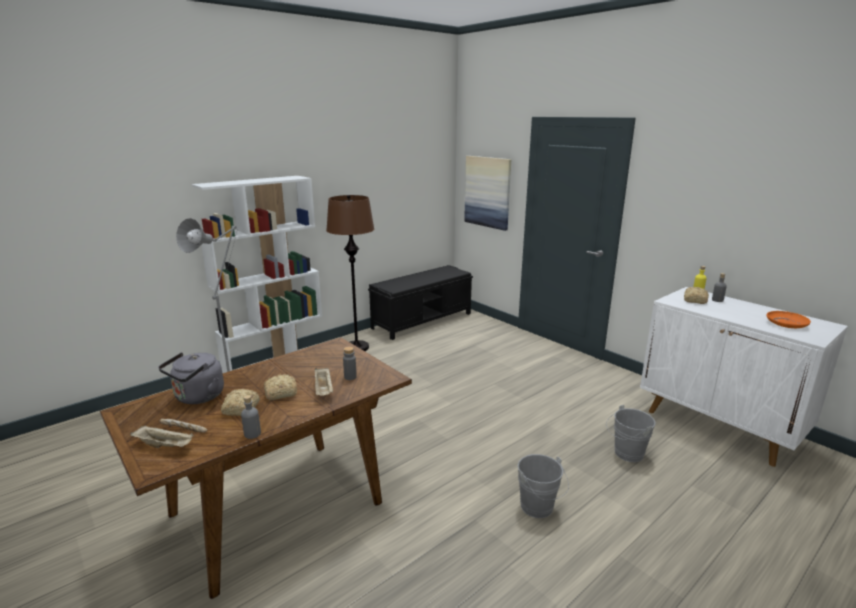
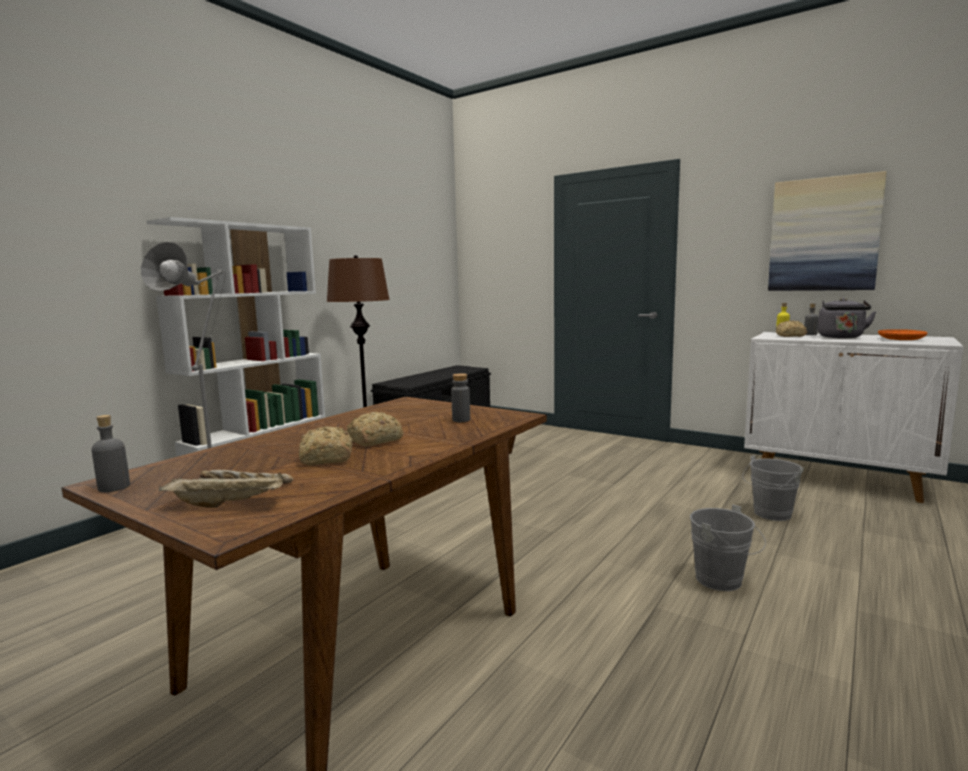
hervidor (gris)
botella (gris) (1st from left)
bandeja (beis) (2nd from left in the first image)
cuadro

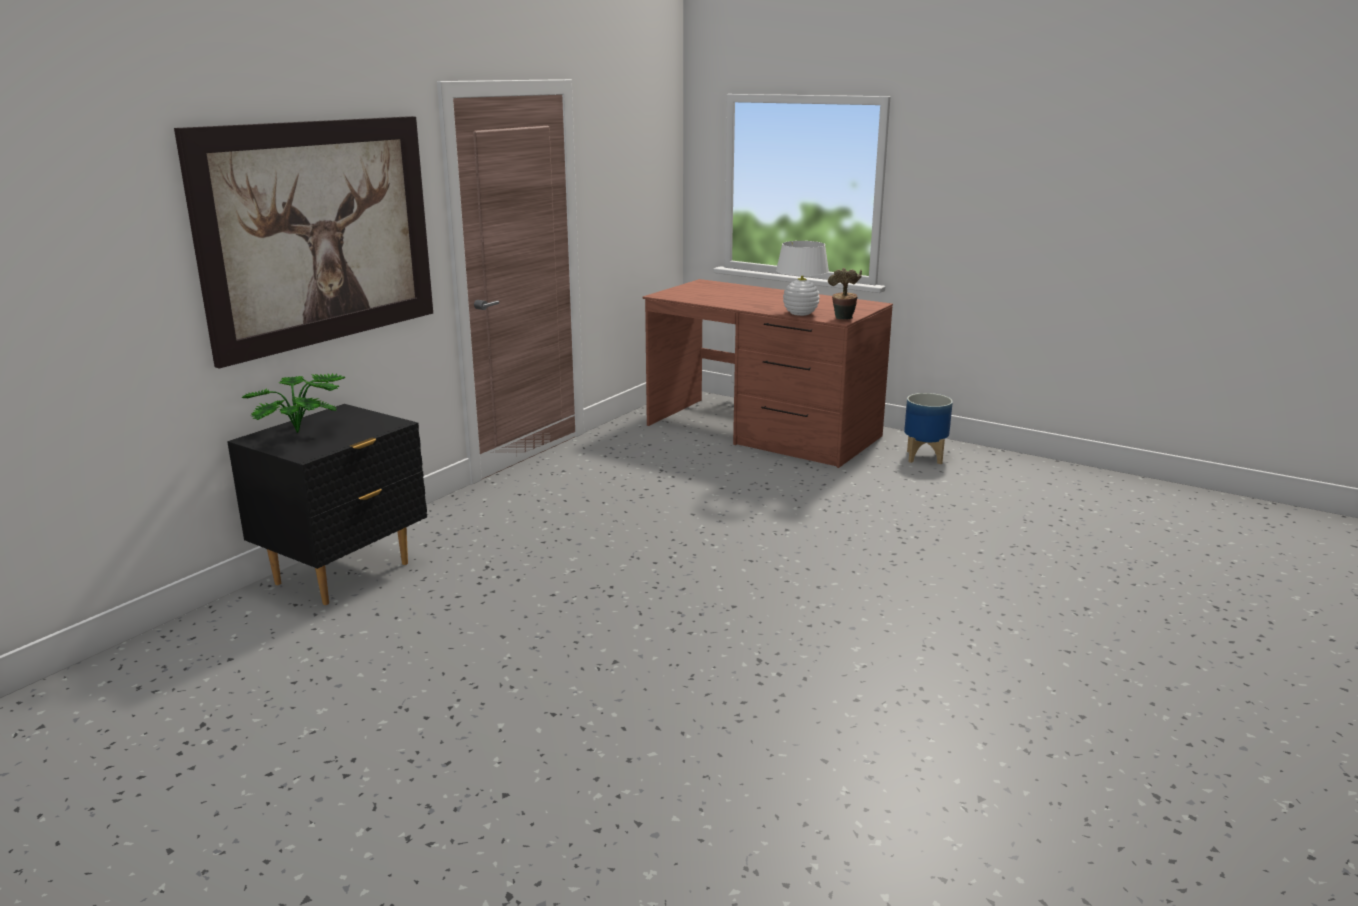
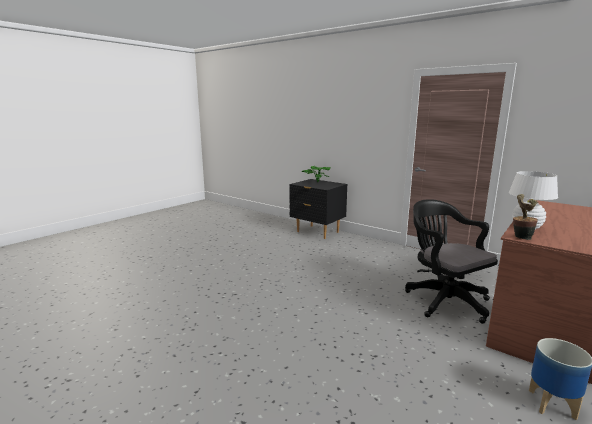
cuadro
silla de oficina (negro)

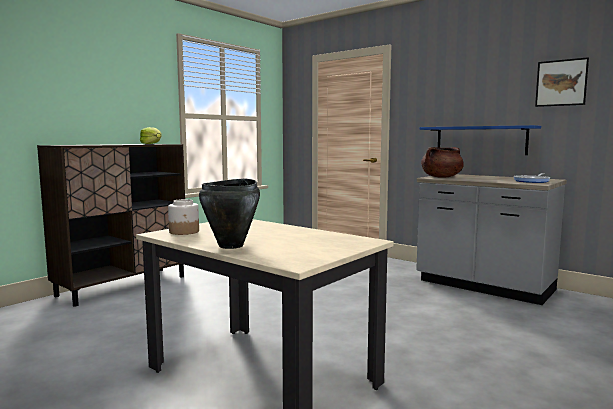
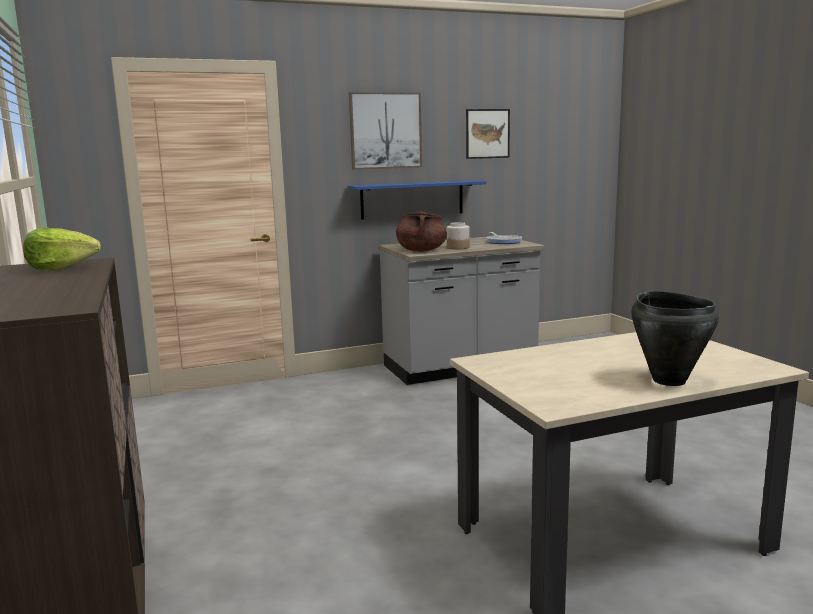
tarro
cuadro (1st from left)

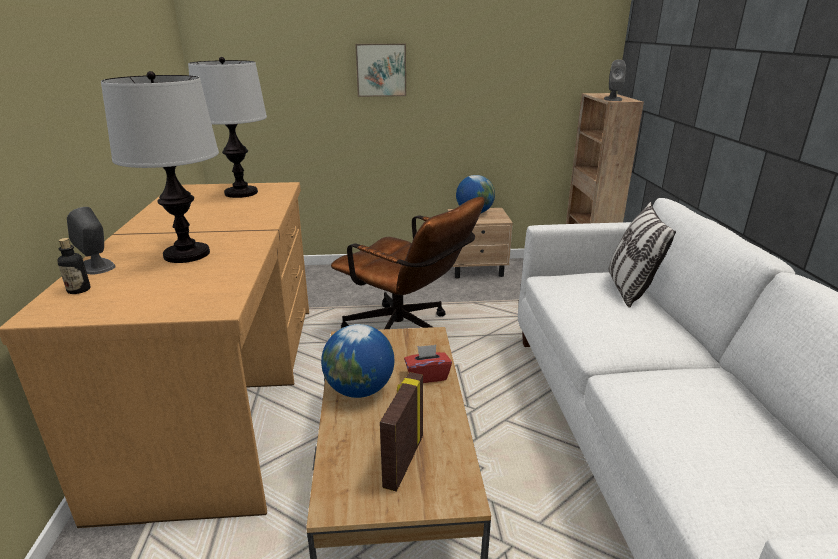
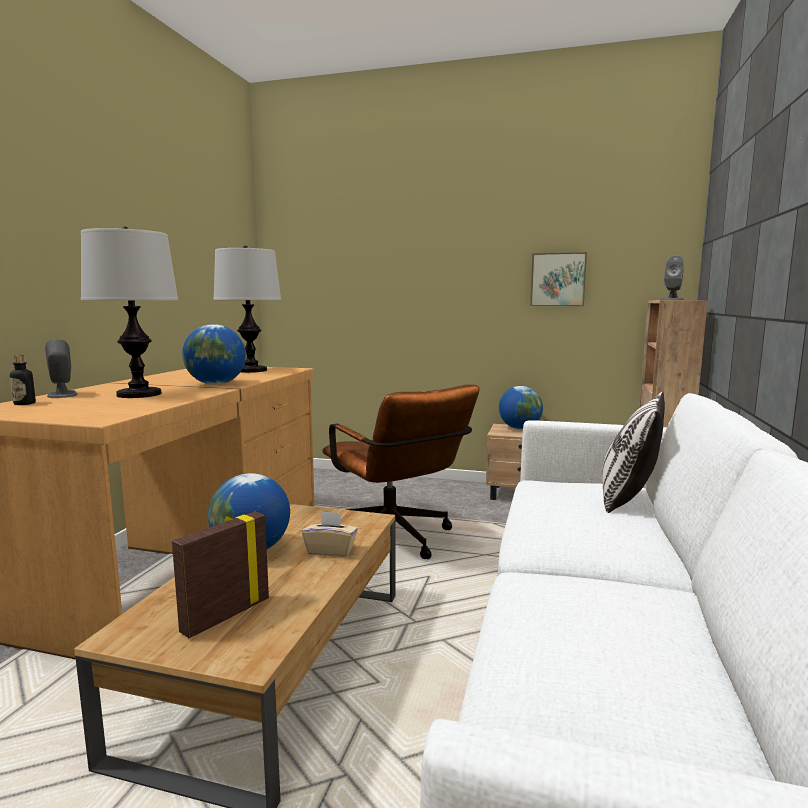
cuadro
caja de pañuelos (beis)
globo terráqueo (1st from left)

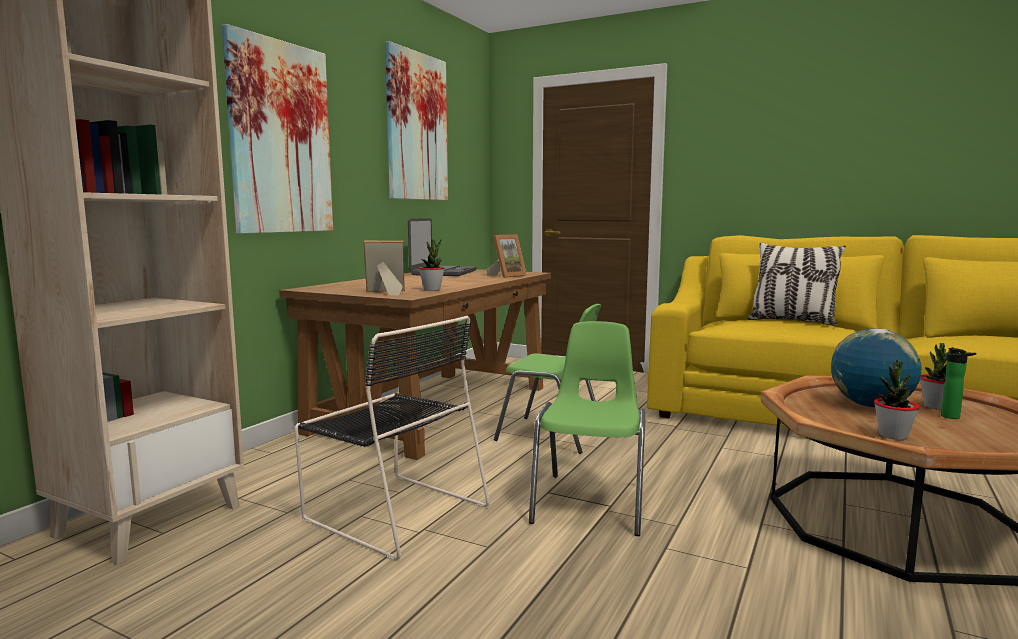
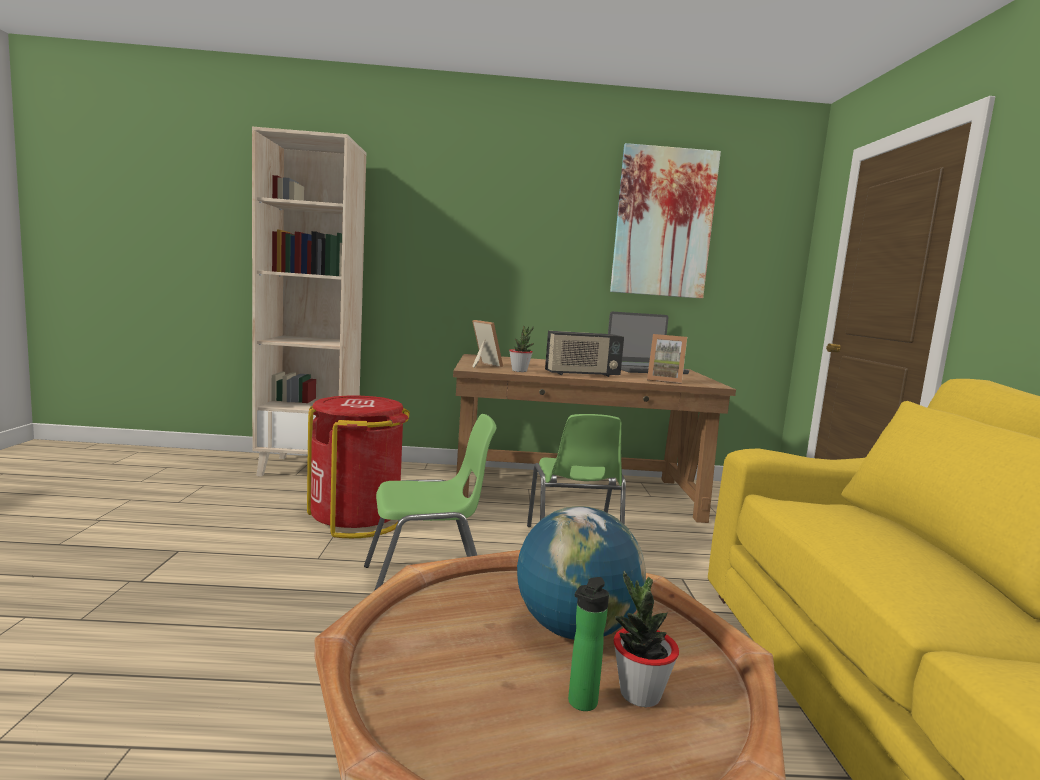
cuadro (1st from left in the first image)
papelera (rojo)
cojín
planta en maceta (2nd from left in the first image)
radio

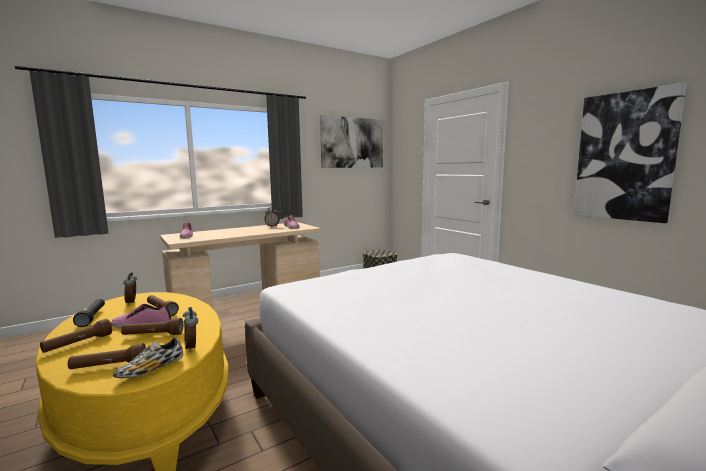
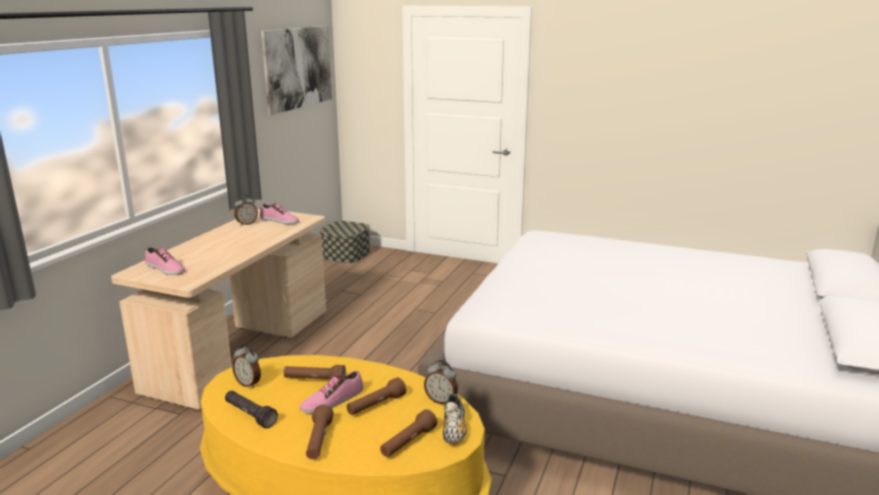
cuadro (2nd from left in the first image)

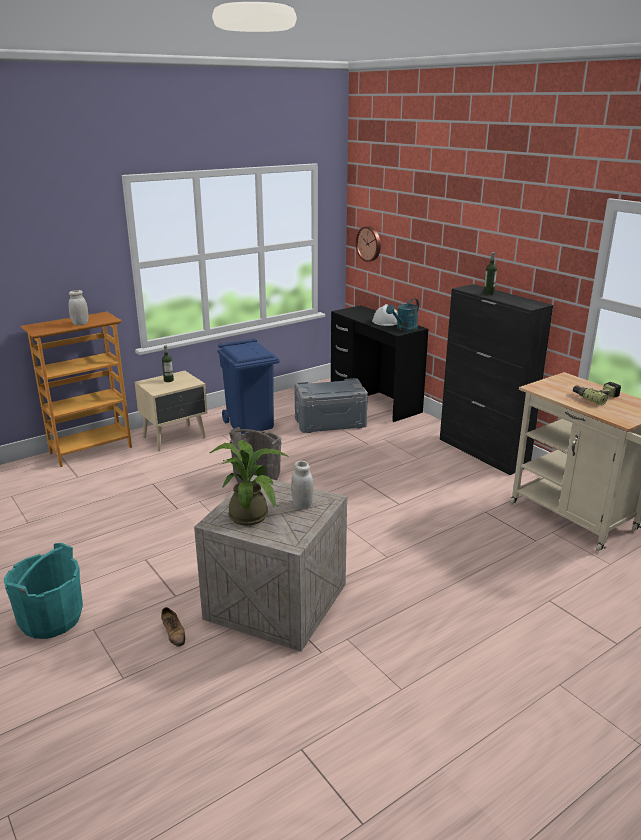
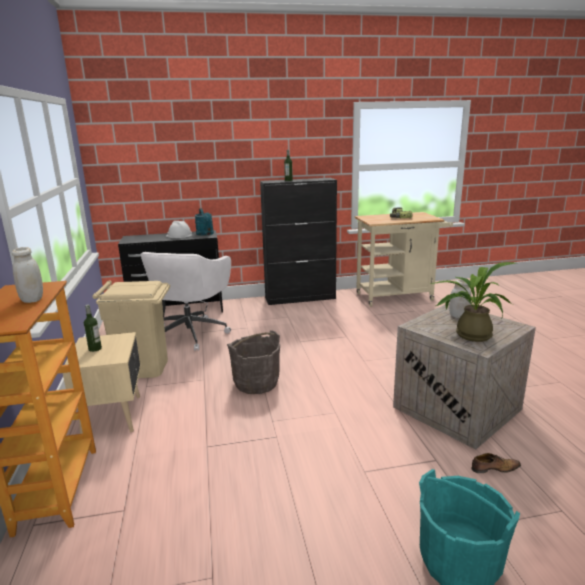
papelera (beis)
silla de oficina (blanco)
reloj de pared

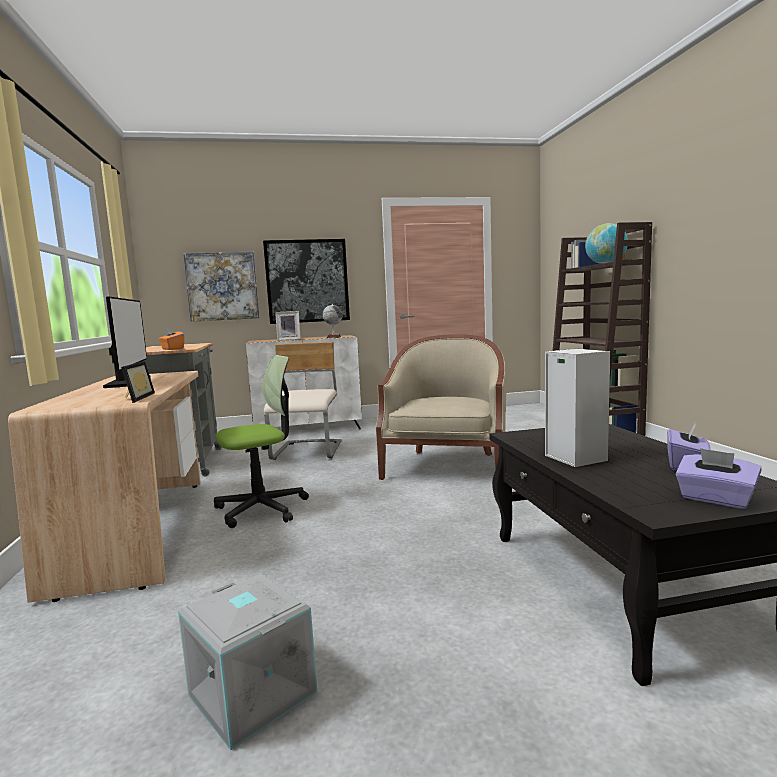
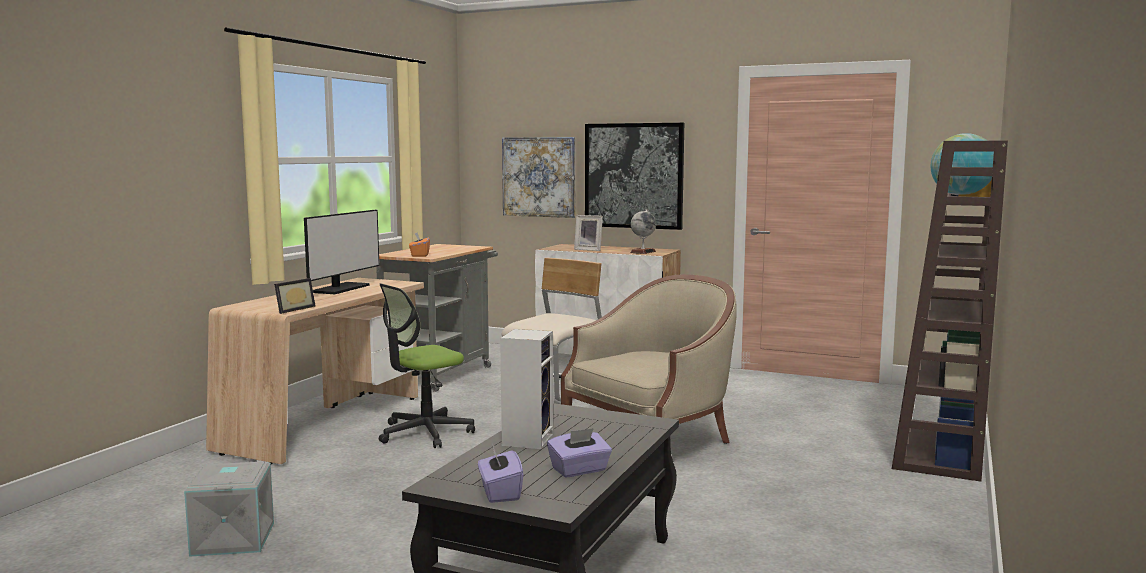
silla de oficina

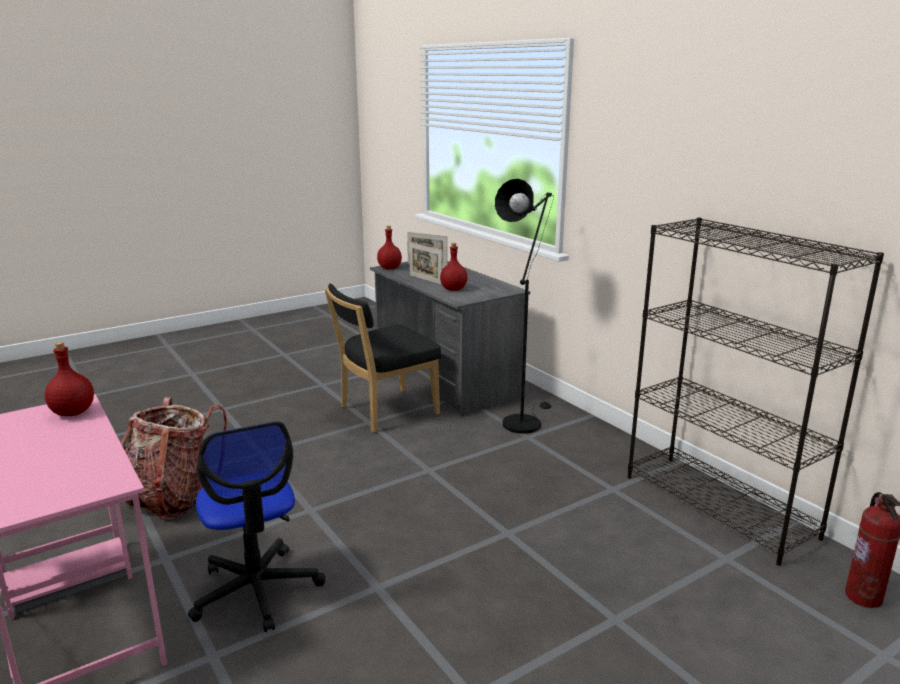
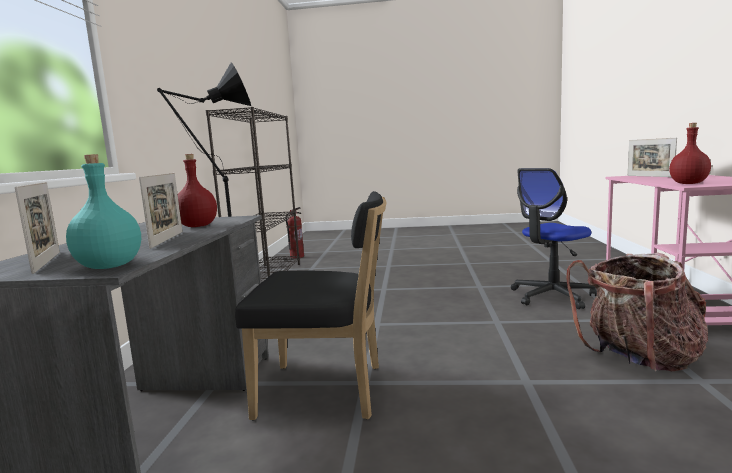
silla de oficina
botella (turquesa)
portarretratos (3rd from left)

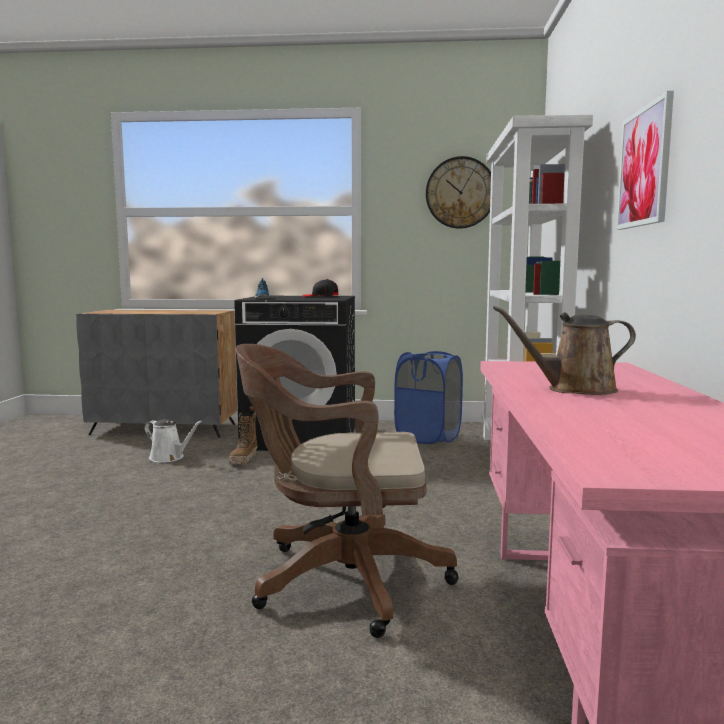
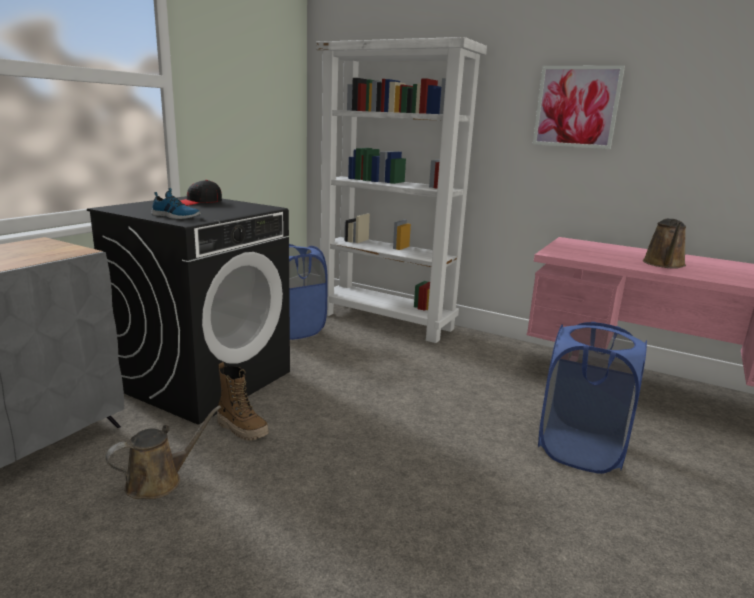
regadera (marrón) (1st from left)
cesto de la ropa (azul) (2nd from left)
reloj de pared

